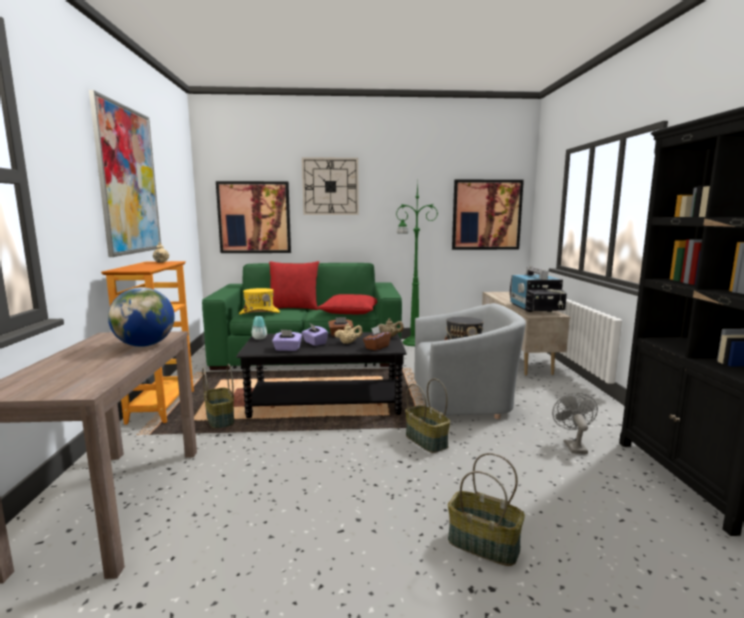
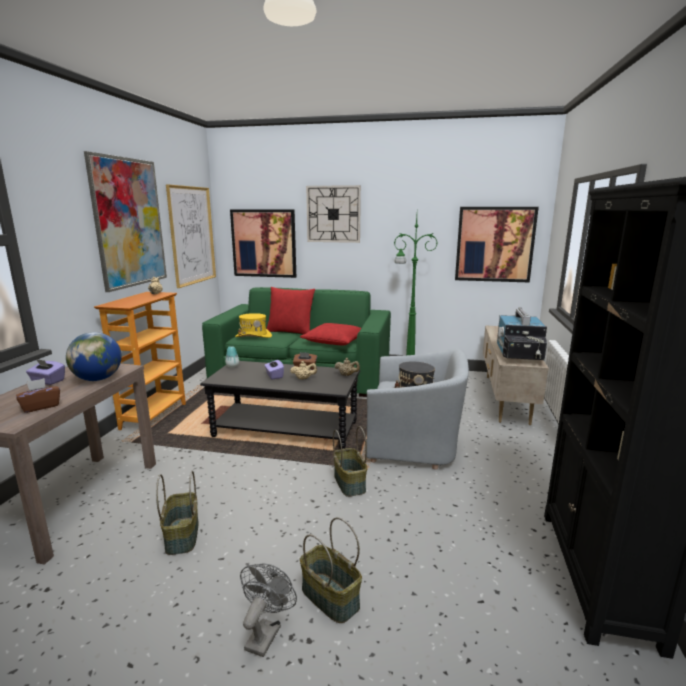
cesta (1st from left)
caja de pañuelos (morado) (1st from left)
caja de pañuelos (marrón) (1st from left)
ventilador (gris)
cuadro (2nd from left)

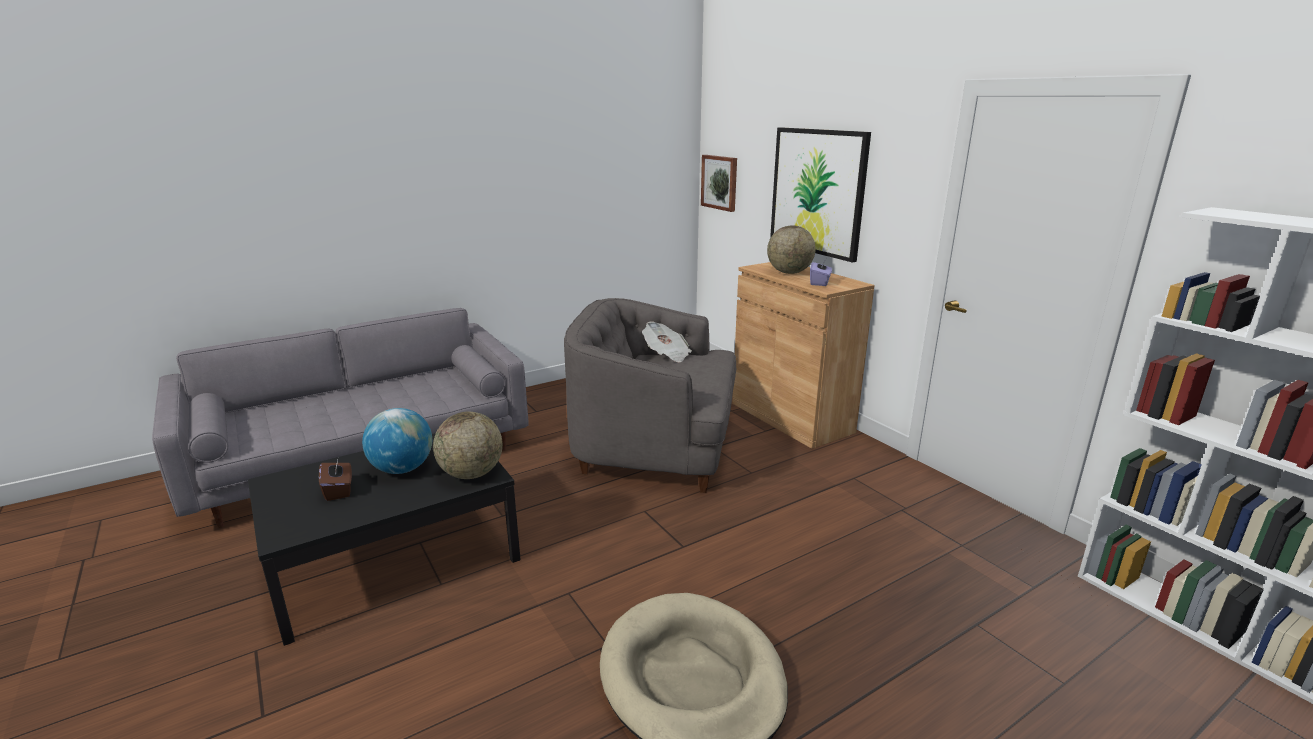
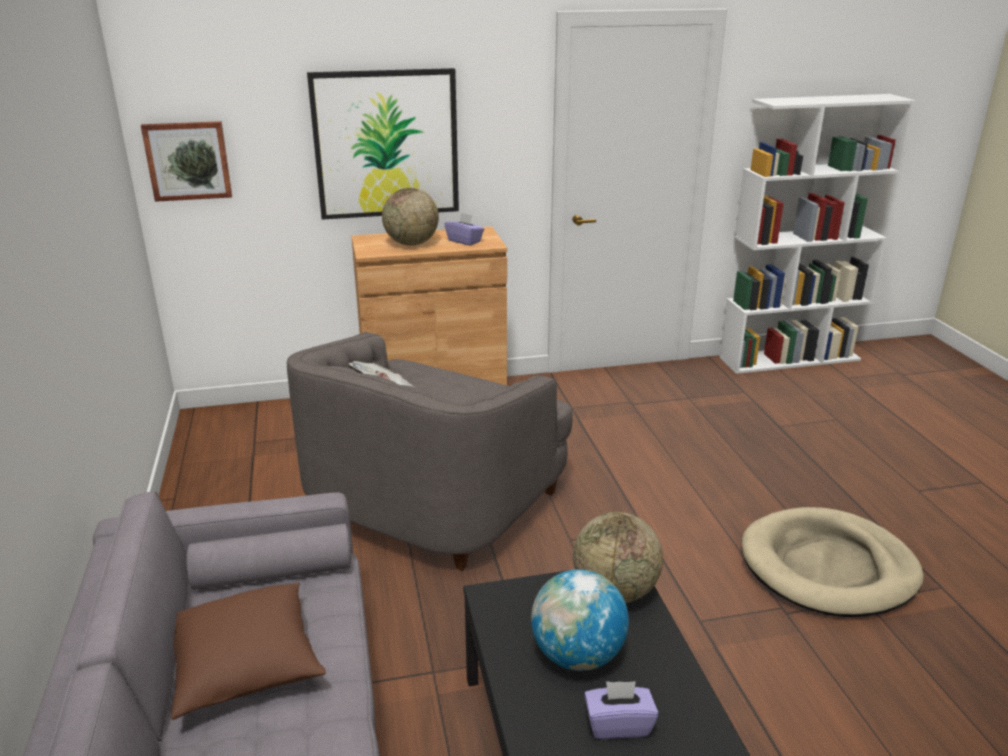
caja de pañuelos (morado) (2nd from left)
cojín (marrón)

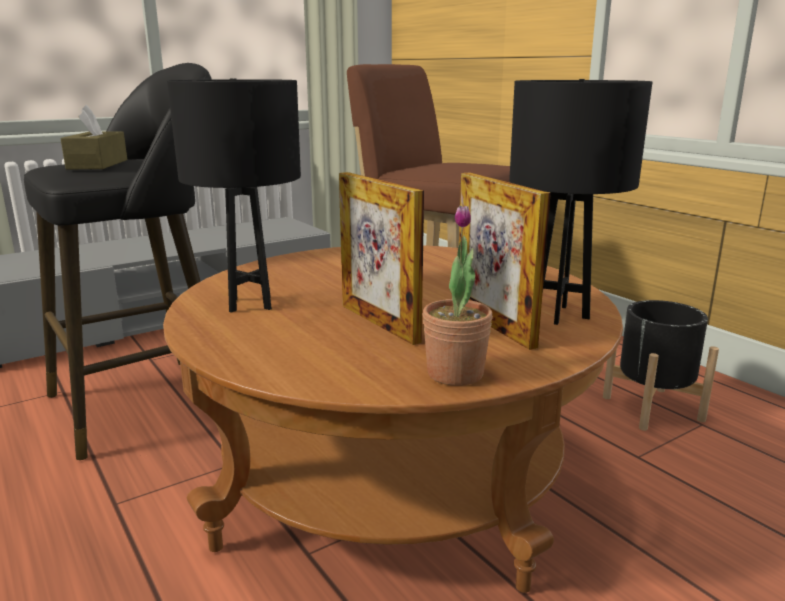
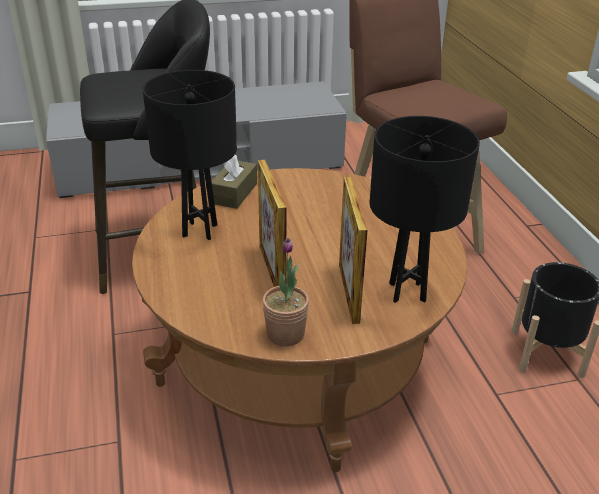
caja de pañuelos (marrón)

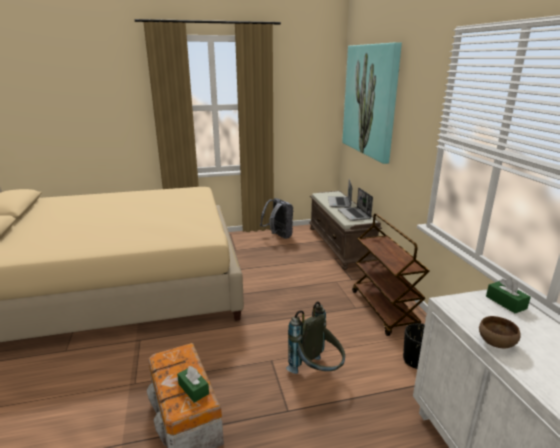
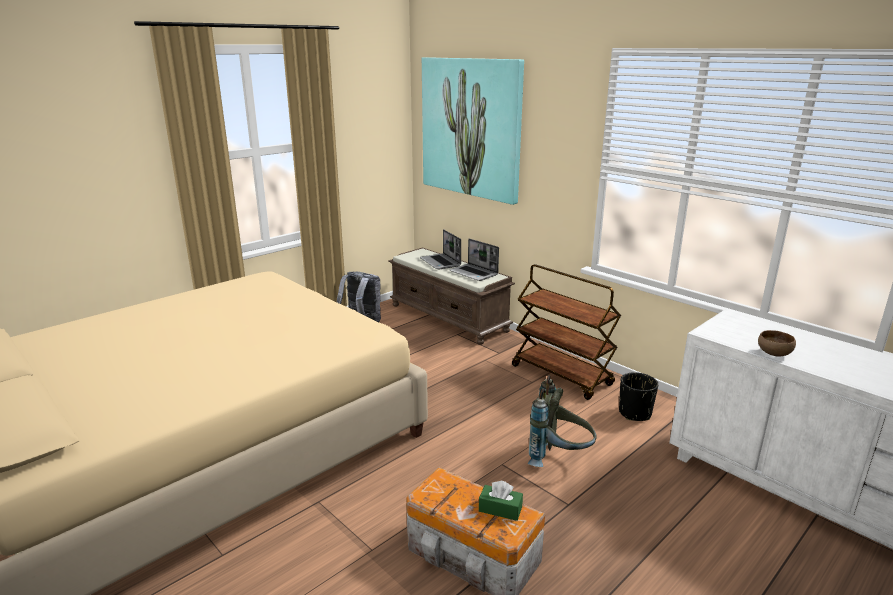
caja de pañuelos (verde) (2nd from left in the first image)

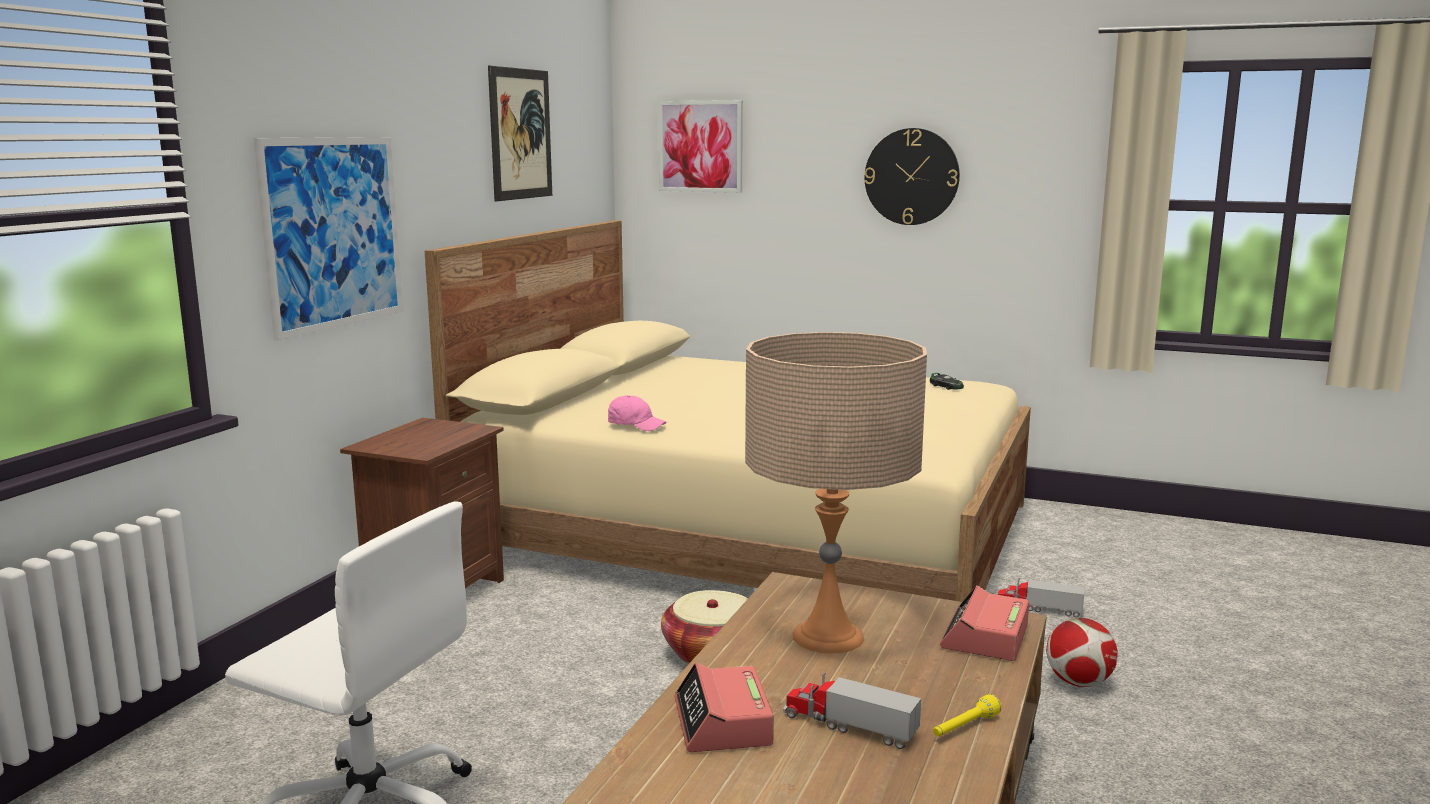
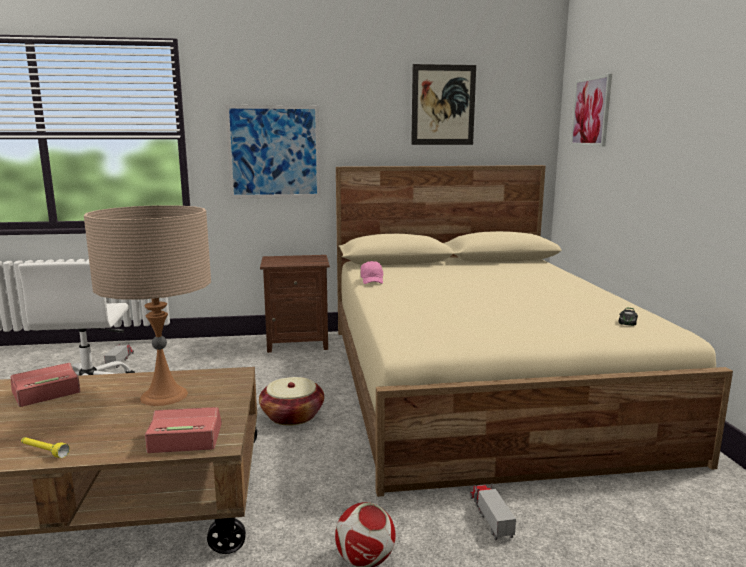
camión de juguete (1st from left)
reloj de pared

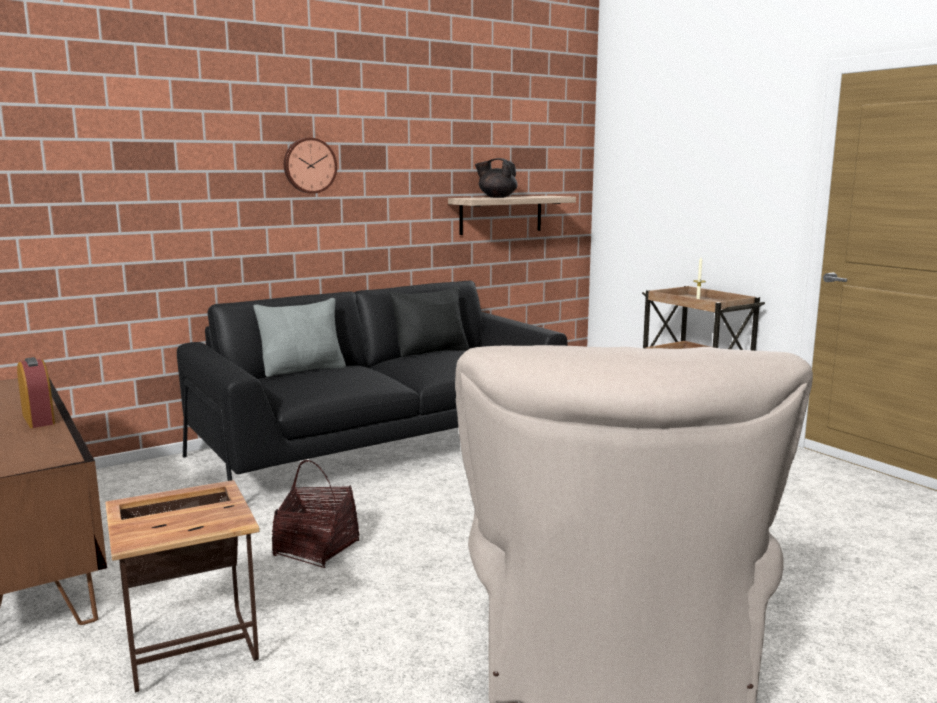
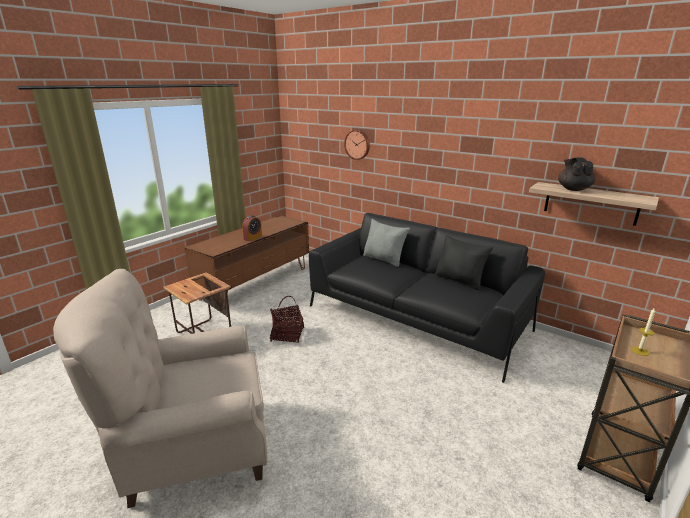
reloj de pared

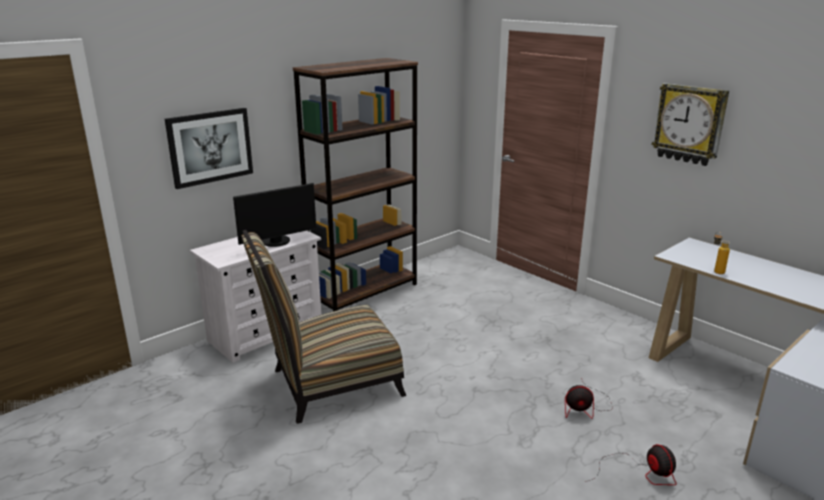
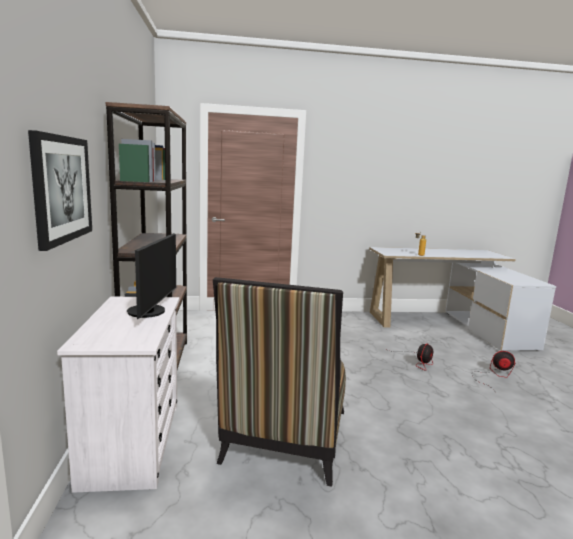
reloj de pared

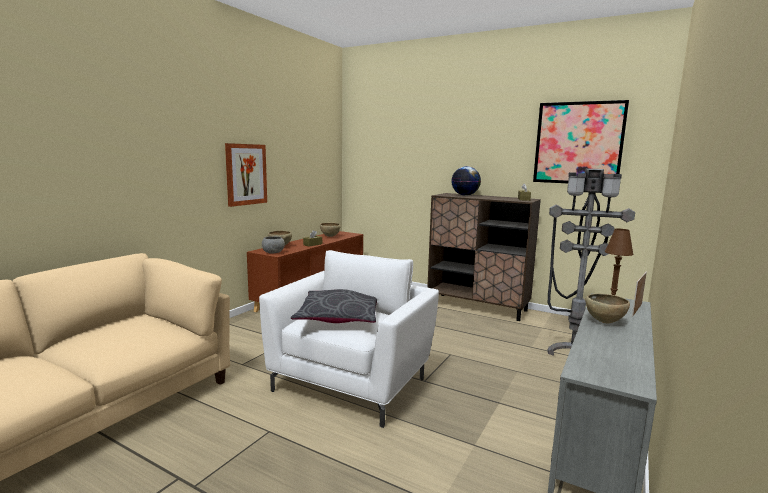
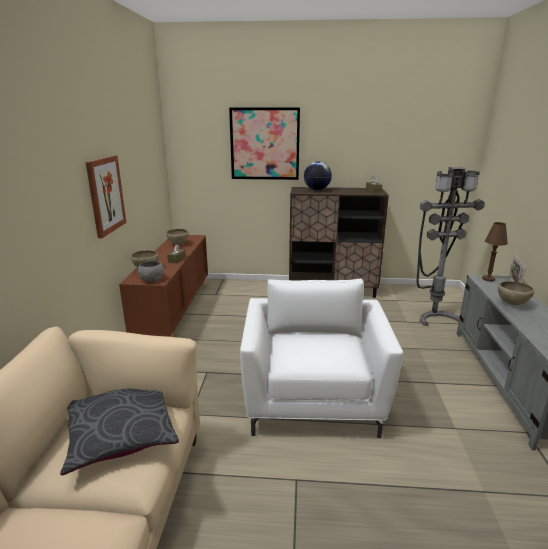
cojín (gris)
cuadro (2nd from left)

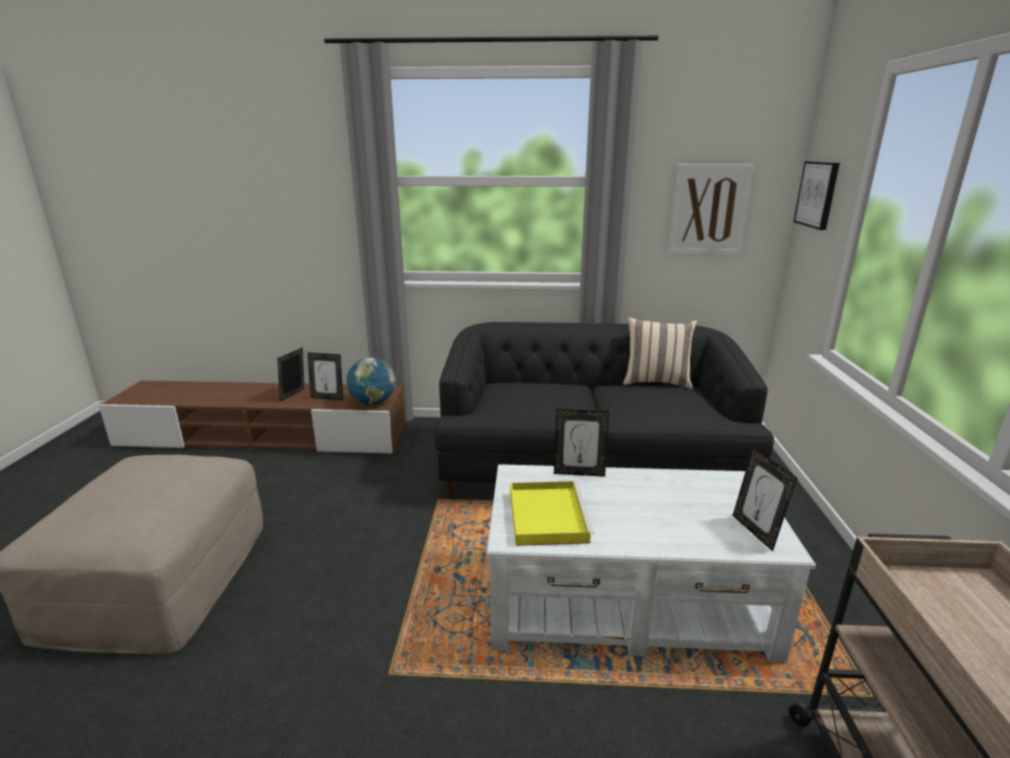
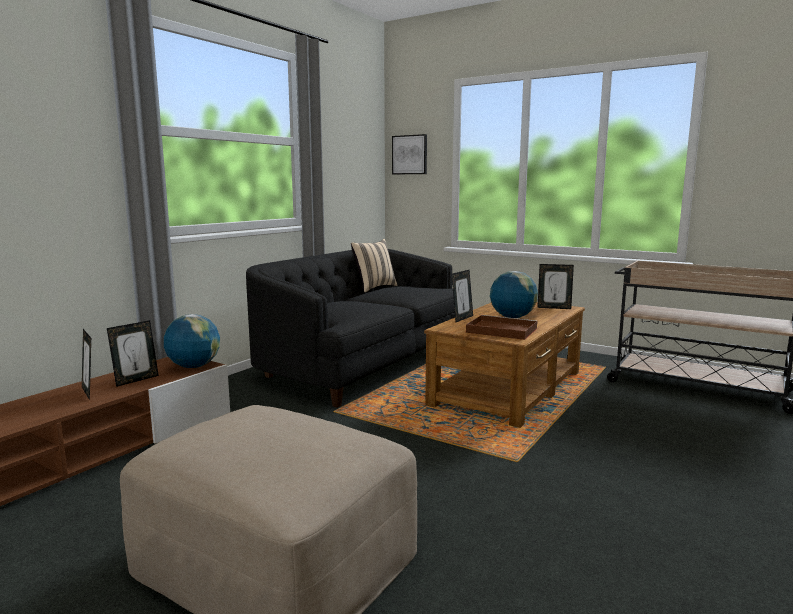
mesa de centro (marrón)
bandeja (marrón)
cuadro (1st from left in the first image)
globo terráqueo (2nd from left)

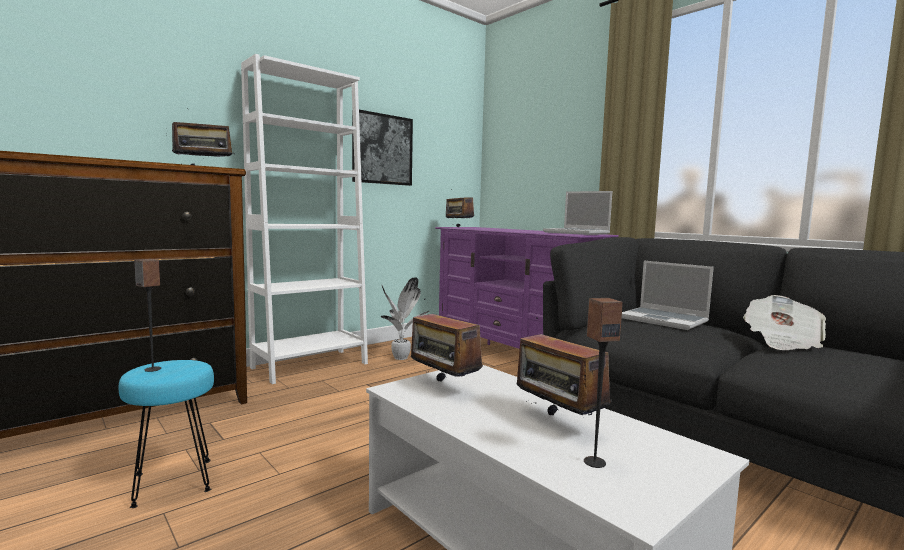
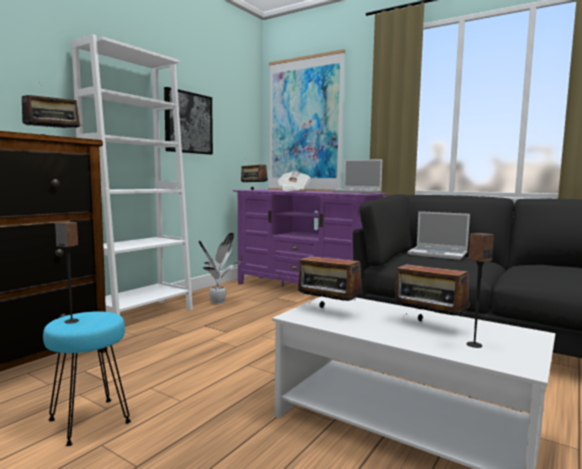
periódico
cuadro (2nd from left)

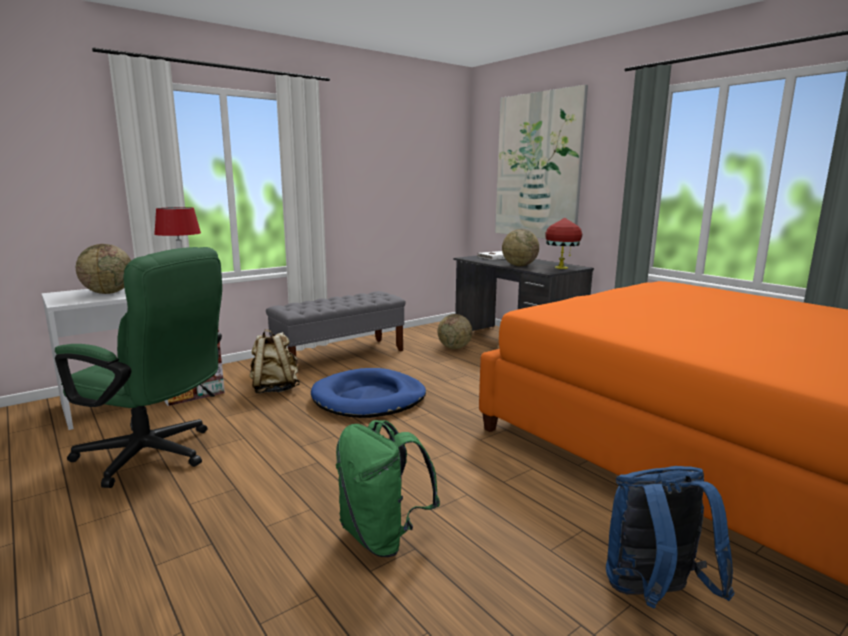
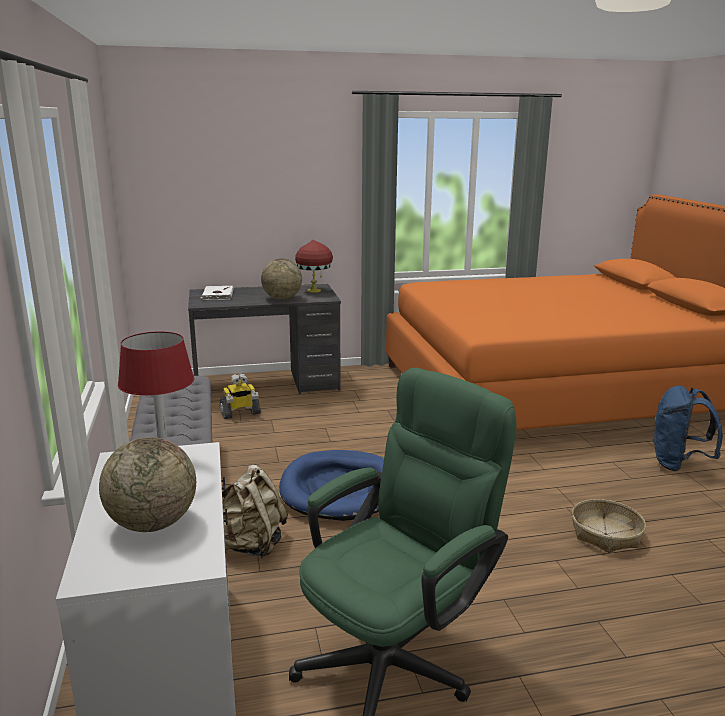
cesta
robot de juguete
cuadro

